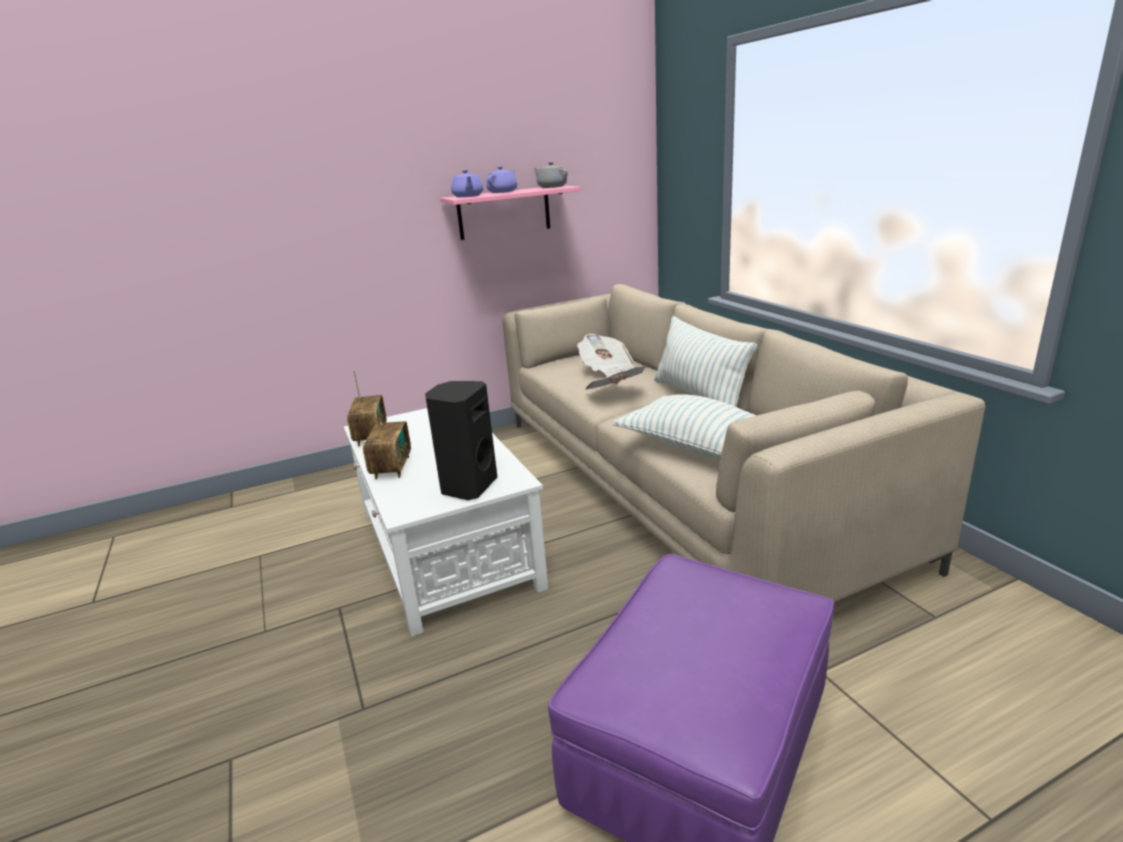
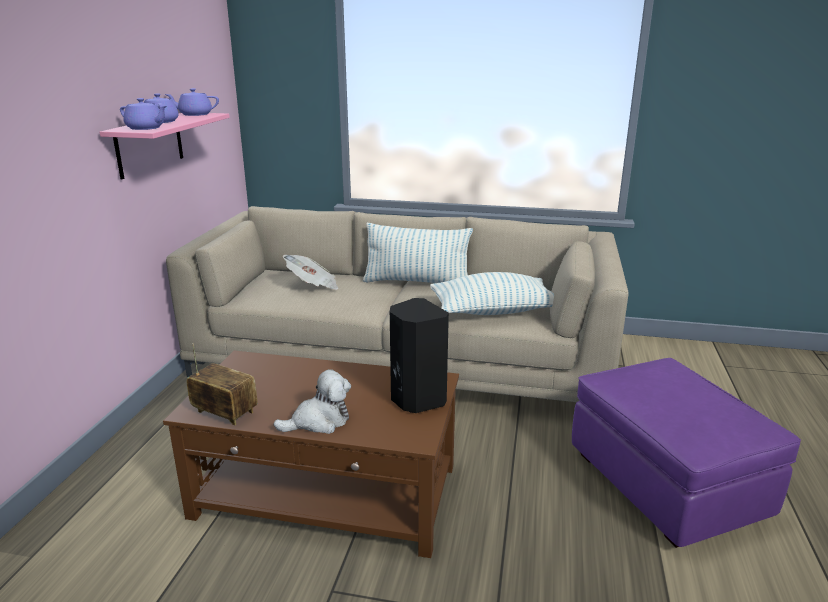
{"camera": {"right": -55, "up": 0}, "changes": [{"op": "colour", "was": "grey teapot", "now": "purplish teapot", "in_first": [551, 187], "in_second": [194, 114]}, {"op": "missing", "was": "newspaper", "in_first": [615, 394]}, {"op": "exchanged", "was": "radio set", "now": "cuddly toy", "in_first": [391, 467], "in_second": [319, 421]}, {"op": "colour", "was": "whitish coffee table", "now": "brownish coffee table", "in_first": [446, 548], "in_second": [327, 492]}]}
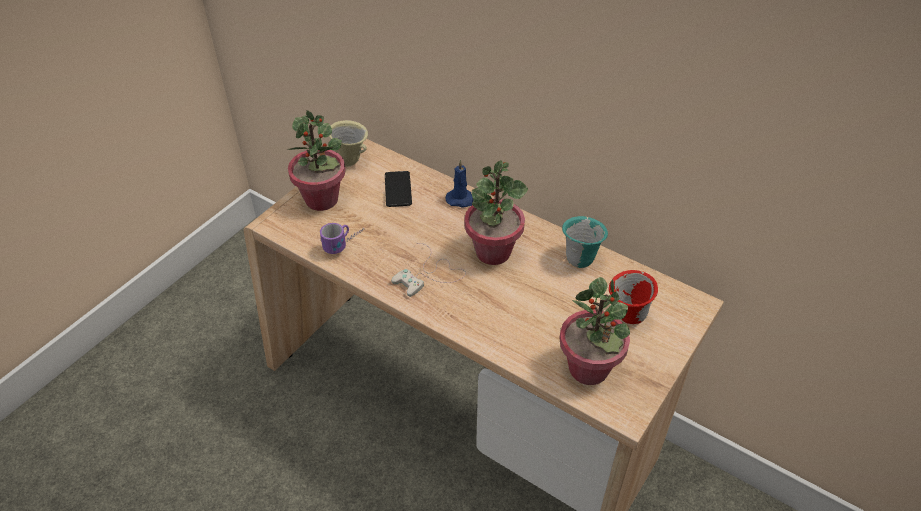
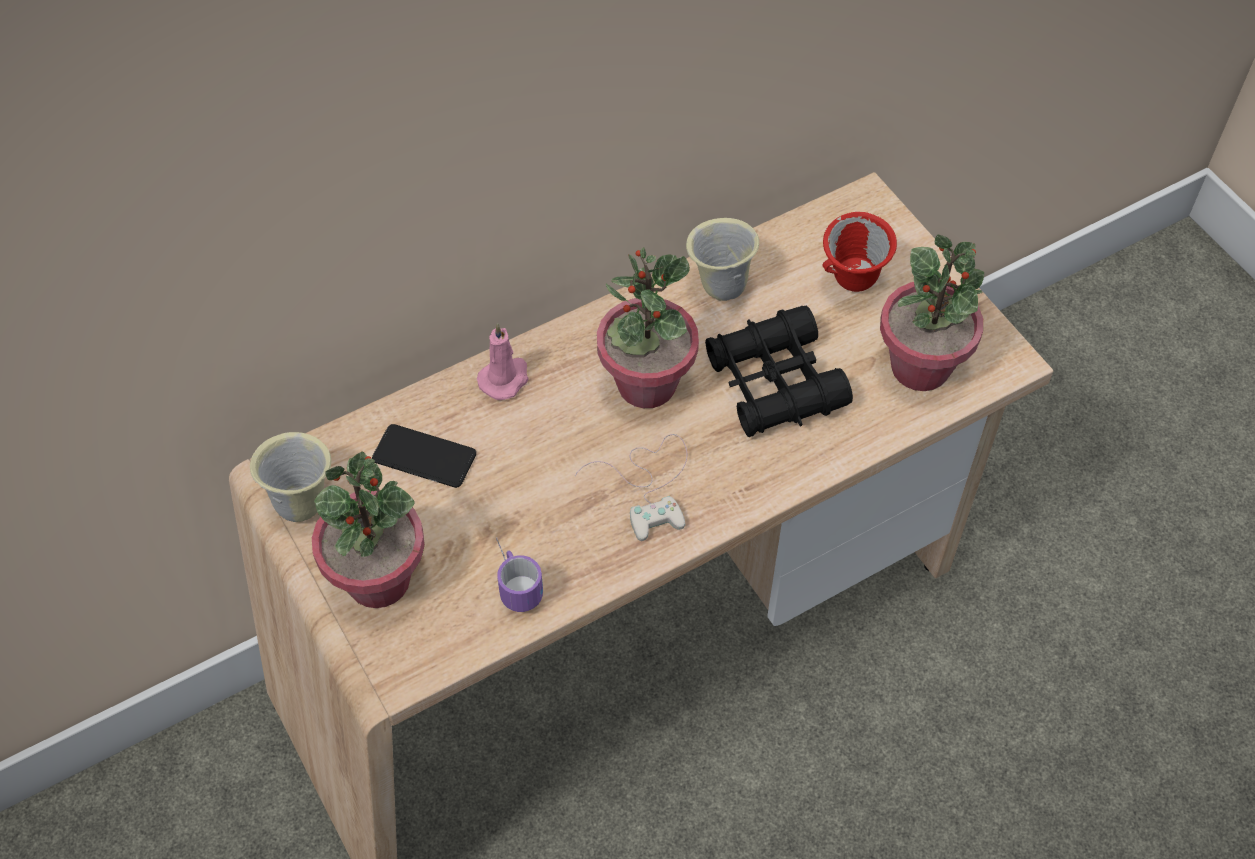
{"camera": {"right": -65, "up": 10}, "changes": [{"op": "colour", "was": "blue wax light", "now": "pinkish wax light", "in_first": [461, 200], "in_second": [505, 378]}, {"op": "colour", "was": "turquoise-coloured coffee mug", "now": "beige coffee mug", "in_first": [580, 259], "in_second": [719, 286]}, {"op": "appeared", "now": "blackish binoculars", "in_second": [775, 383]}]}
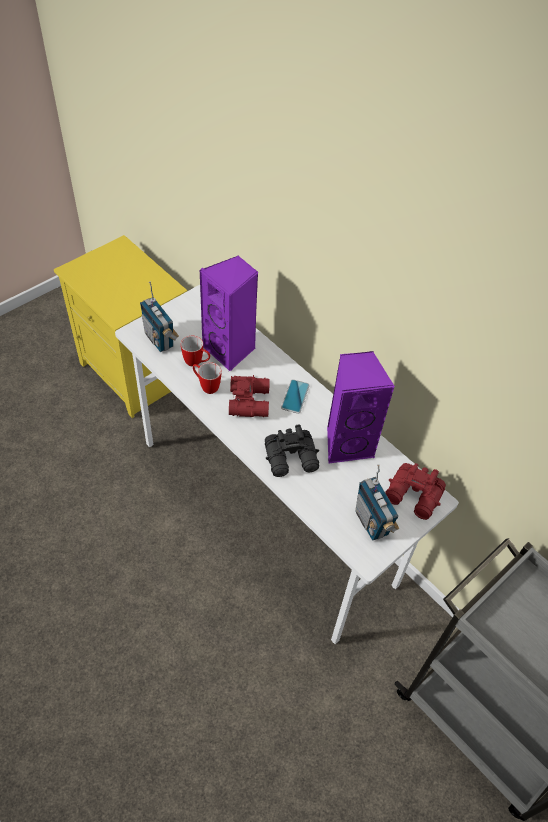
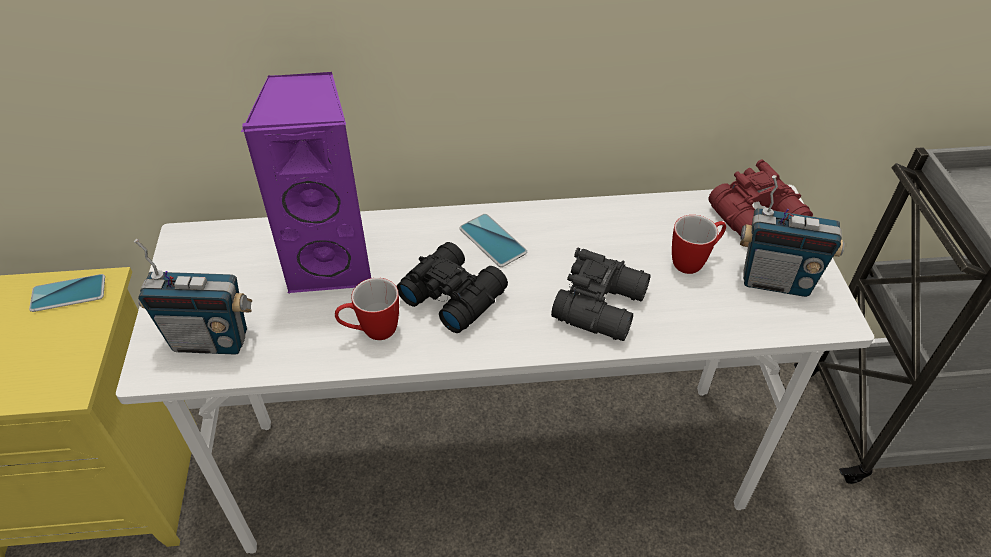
{"camera": {"right": -50, "up": -5}, "changes": [{"op": "relocated", "was": "coffee mug", "in_first": [197, 363], "in_second": [694, 261]}, {"op": "missing", "was": "purplish loudspeaker", "in_first": [347, 443]}, {"op": "colour", "was": "red binoculars", "now": "blackish binoculars", "in_first": [250, 401], "in_second": [453, 294]}, {"op": "appeared", "now": "telephone", "in_second": [68, 293]}]}
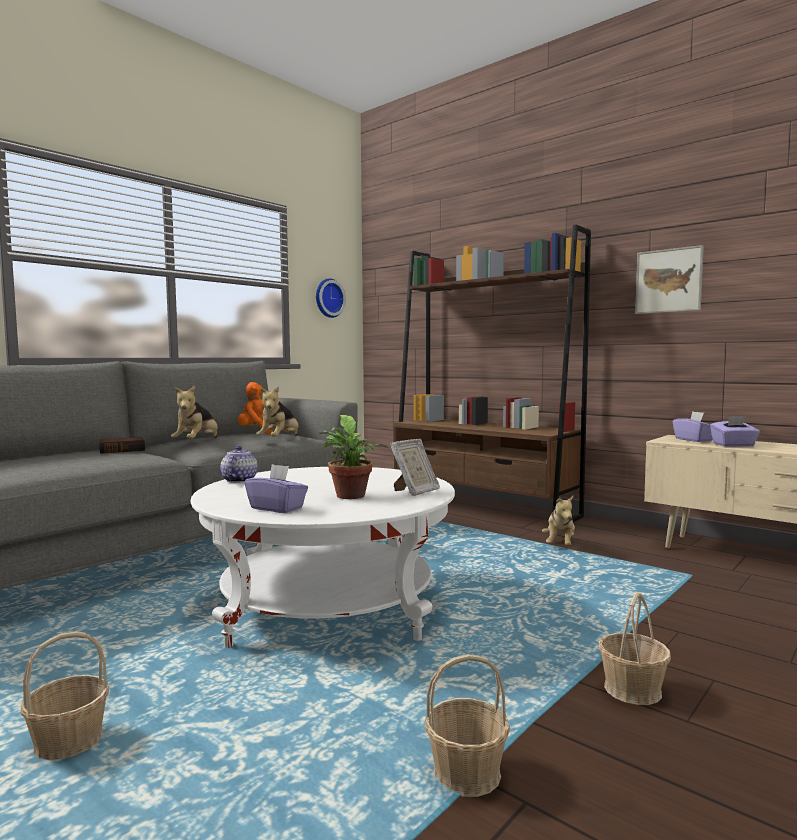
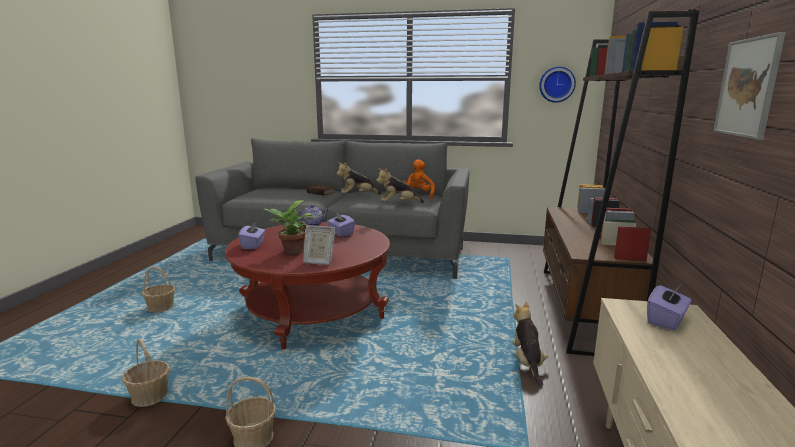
{"camera": {"right": 60, "up": 10}, "changes": [{"op": "relocated", "was": "purplish tissue holder", "in_first": [734, 445], "in_second": [341, 233]}, {"op": "colour", "was": "whitish coffee table", "now": "red coffee table", "in_first": [328, 606], "in_second": [313, 312]}, {"op": "spun", "was": "cuddly toy", "in_first": [560, 545], "in_second": [527, 363], "clockwise": 105}]}
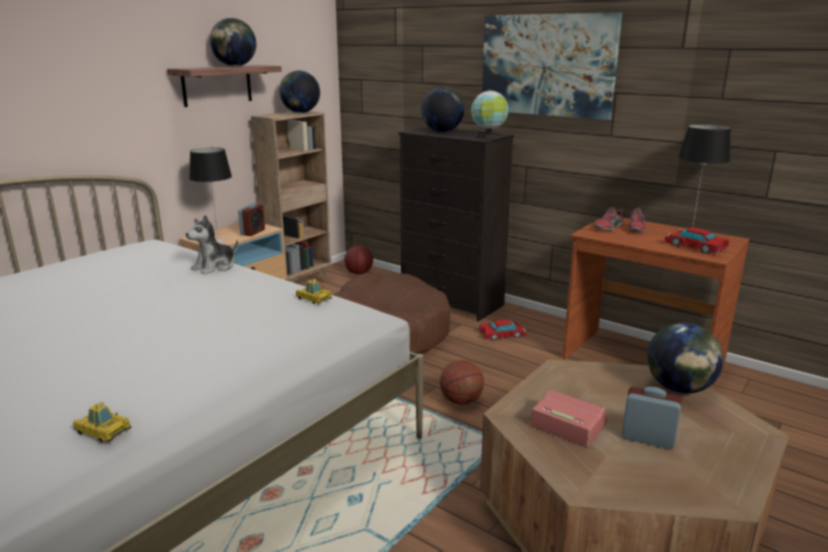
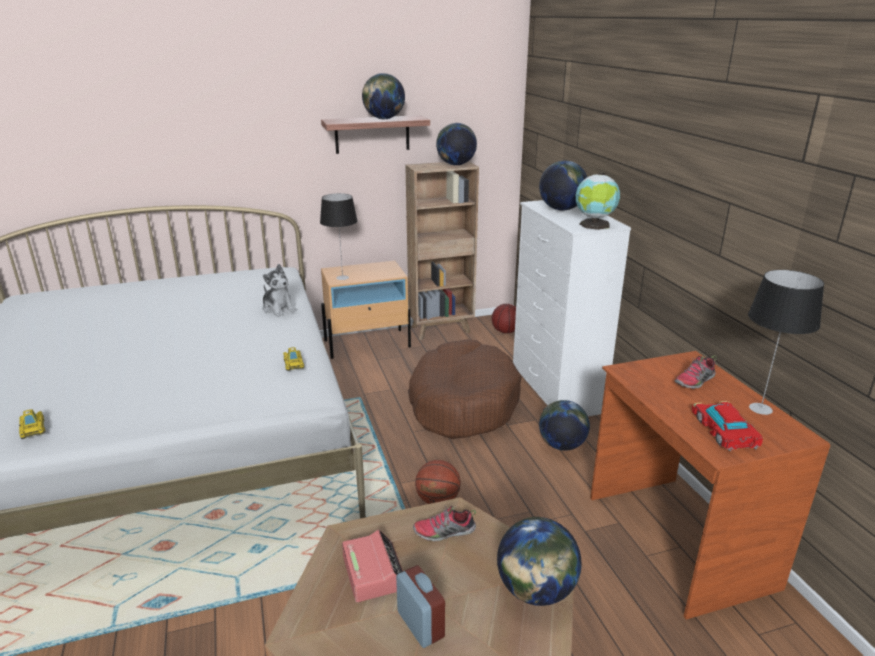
{"camera": {"right": 35, "up": 5}, "changes": [{"op": "missing", "was": "picture", "in_first": [547, 65]}, {"op": "colour", "was": "blackish chest of drawers", "now": "whitish chest of drawers", "in_first": [452, 302], "in_second": [556, 391]}, {"op": "missing", "was": "alarm clock", "in_first": [252, 232]}, {"op": "relocated", "was": "low shoe", "in_first": [608, 228], "in_second": [444, 532]}, {"op": "spun", "was": "cuddly toy", "in_first": [215, 267], "in_second": [279, 309], "clockwise": -120}, {"op": "exchanged", "was": "toy car", "now": "desk globe", "in_first": [502, 334], "in_second": [562, 445]}]}
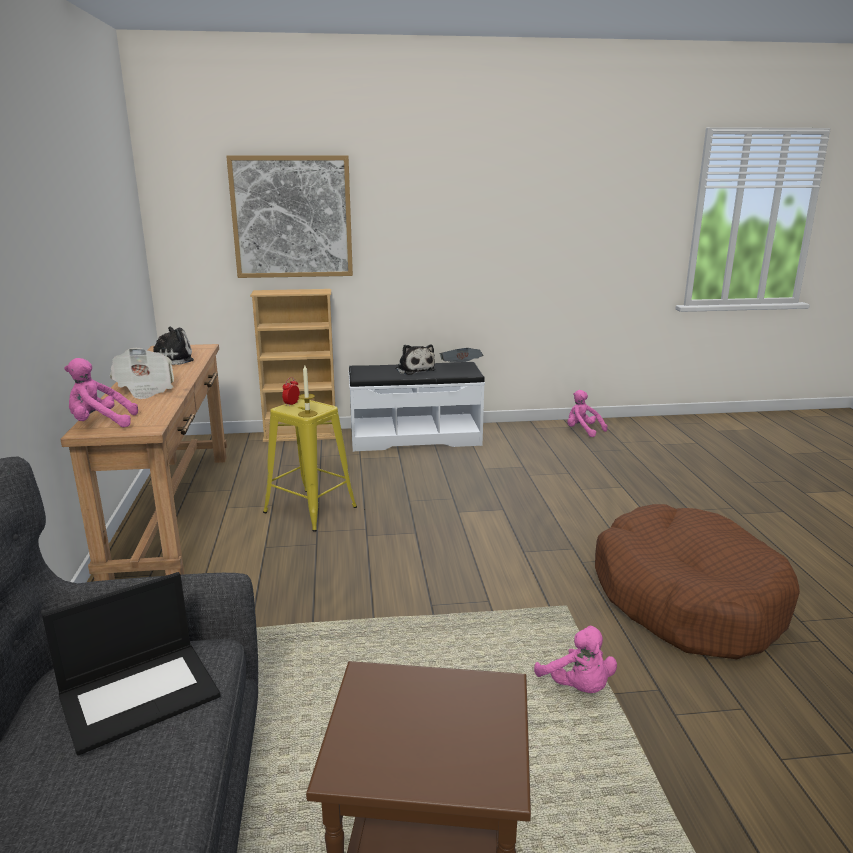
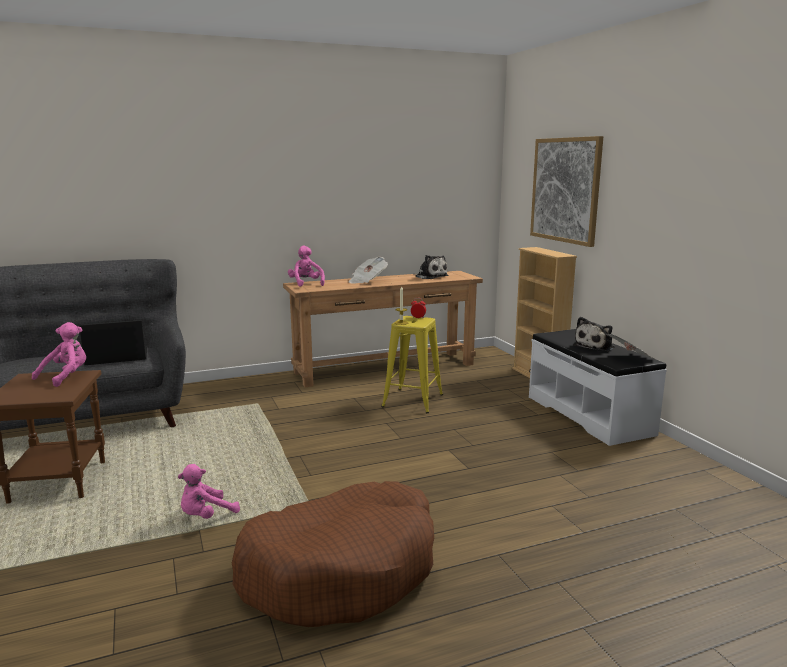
{"camera": {"right": 75, "up": -5}, "changes": [{"op": "relocated", "was": "pinkish cuddly toy", "in_first": [582, 430], "in_second": [66, 376]}, {"op": "spun", "was": "notebook computer", "in_first": [140, 694], "in_second": [116, 357], "clockwise": 120}]}
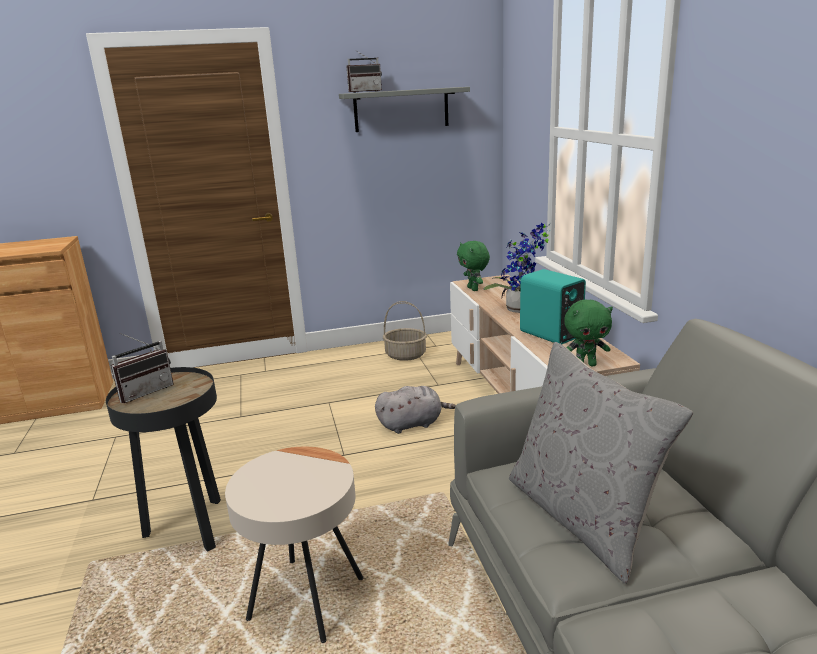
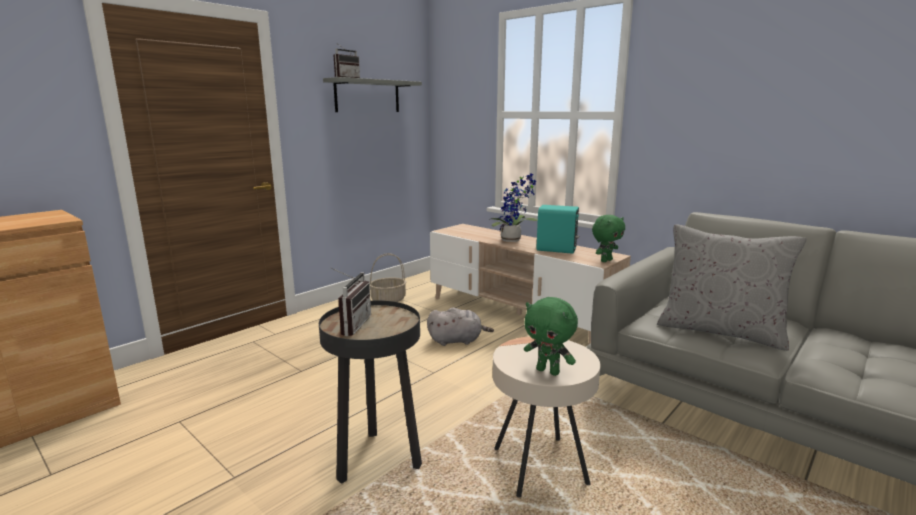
{"camera": {"right": -35, "up": -5}, "changes": [{"op": "relocated", "was": "green-coloured cuddly toy", "in_first": [473, 289], "in_second": [548, 371]}, {"op": "spun", "was": "grey cuddly toy", "in_first": [412, 424], "in_second": [457, 341], "clockwise": 45}]}
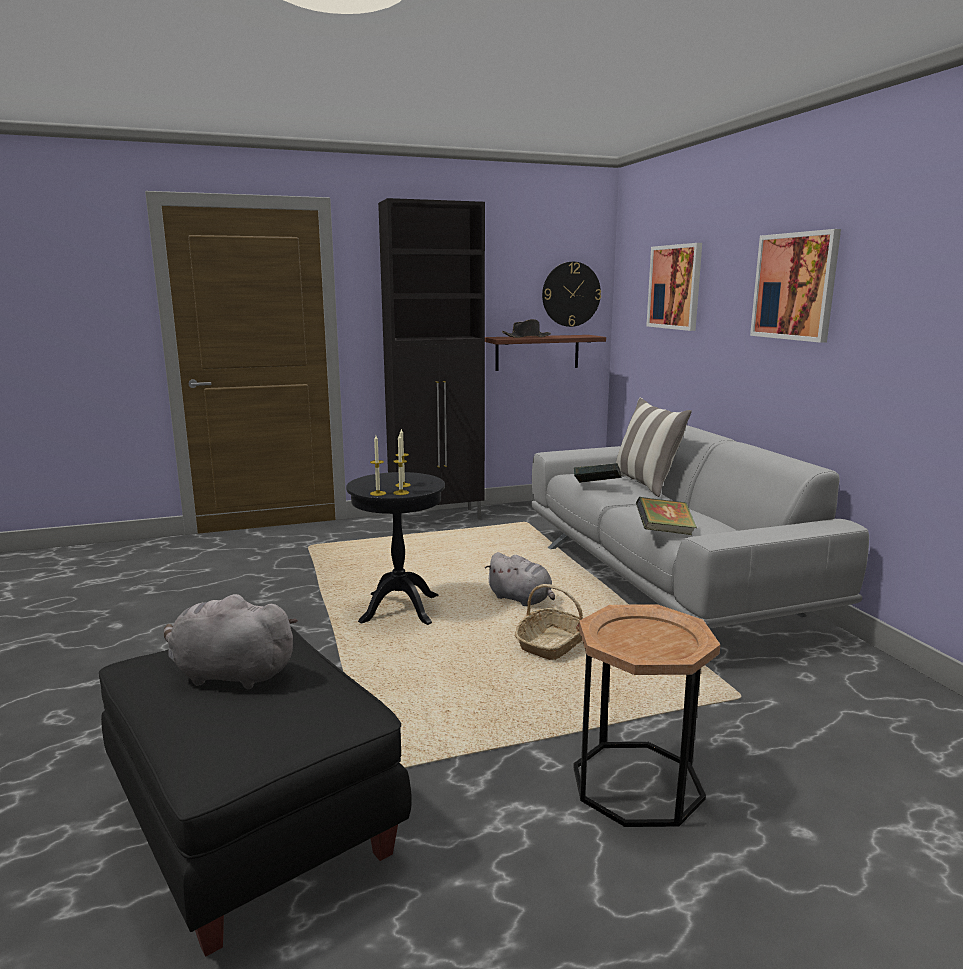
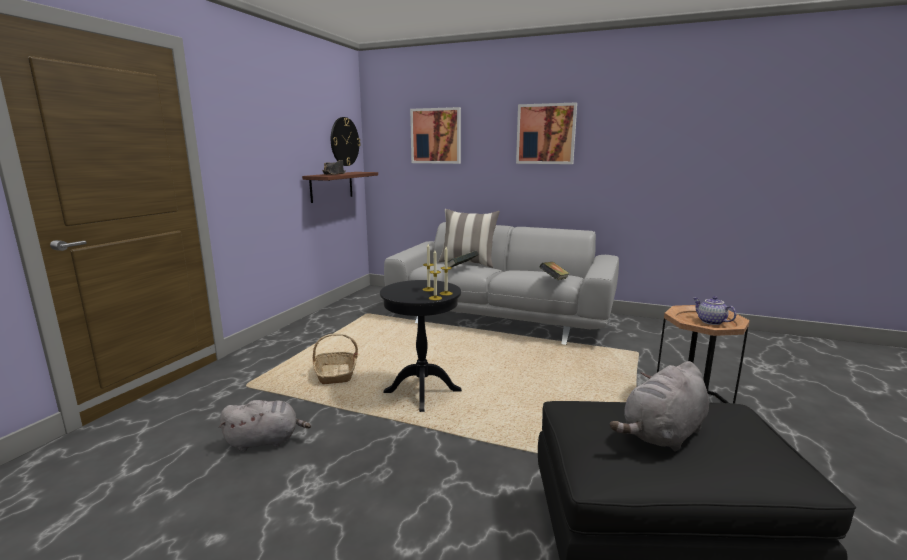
{"camera": {"right": -50, "up": 0}, "changes": [{"op": "missing", "was": "blackish cabinet", "in_first": [438, 518]}, {"op": "relocated", "was": "grey cuddly toy", "in_first": [521, 599], "in_second": [266, 441]}, {"op": "relocated", "was": "household basket", "in_first": [552, 644], "in_second": [335, 374]}, {"op": "appeared", "now": "teapot", "in_second": [710, 322]}]}
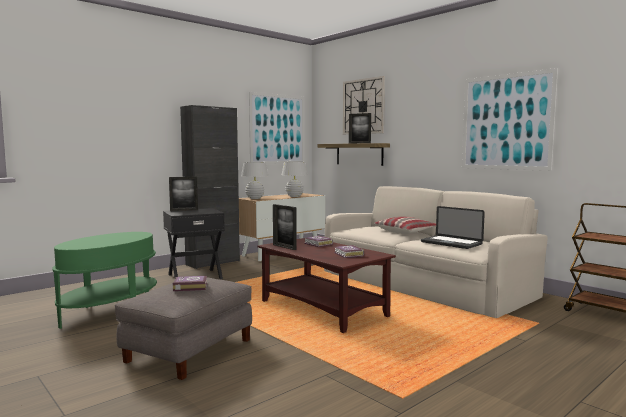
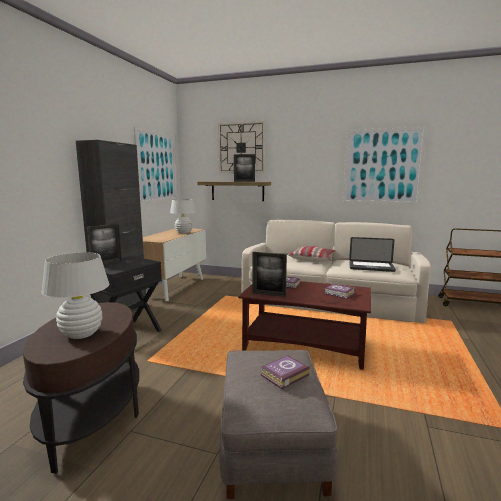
{"camera": {"right": -30, "up": 5}, "changes": [{"op": "relocated", "was": "whitish tabletop lamp", "in_first": [255, 198], "in_second": [81, 334]}, {"op": "colour", "was": "green-coloured side table", "now": "brownish side table", "in_first": [110, 312], "in_second": [93, 417]}]}
